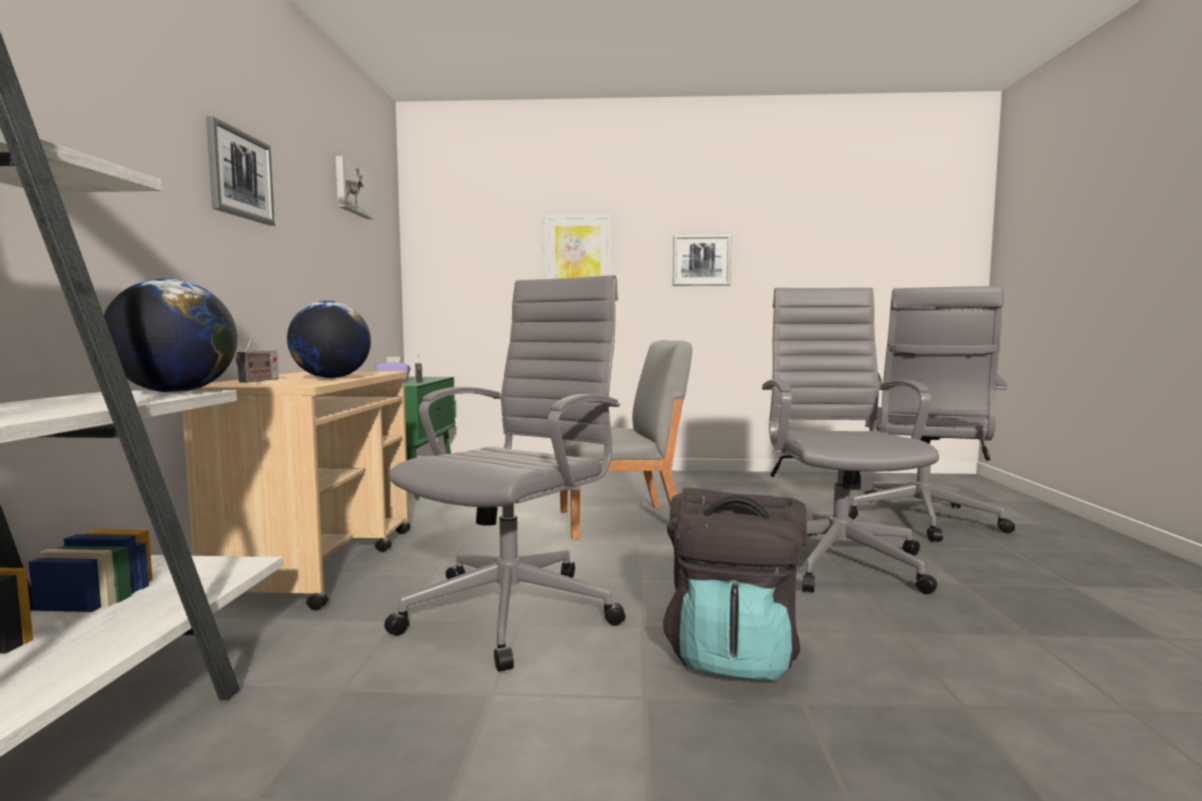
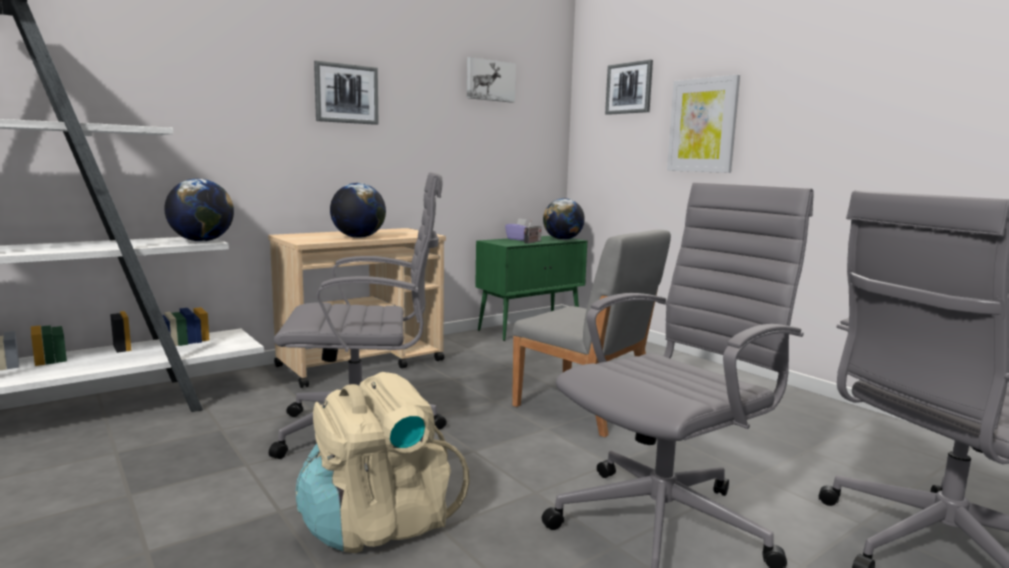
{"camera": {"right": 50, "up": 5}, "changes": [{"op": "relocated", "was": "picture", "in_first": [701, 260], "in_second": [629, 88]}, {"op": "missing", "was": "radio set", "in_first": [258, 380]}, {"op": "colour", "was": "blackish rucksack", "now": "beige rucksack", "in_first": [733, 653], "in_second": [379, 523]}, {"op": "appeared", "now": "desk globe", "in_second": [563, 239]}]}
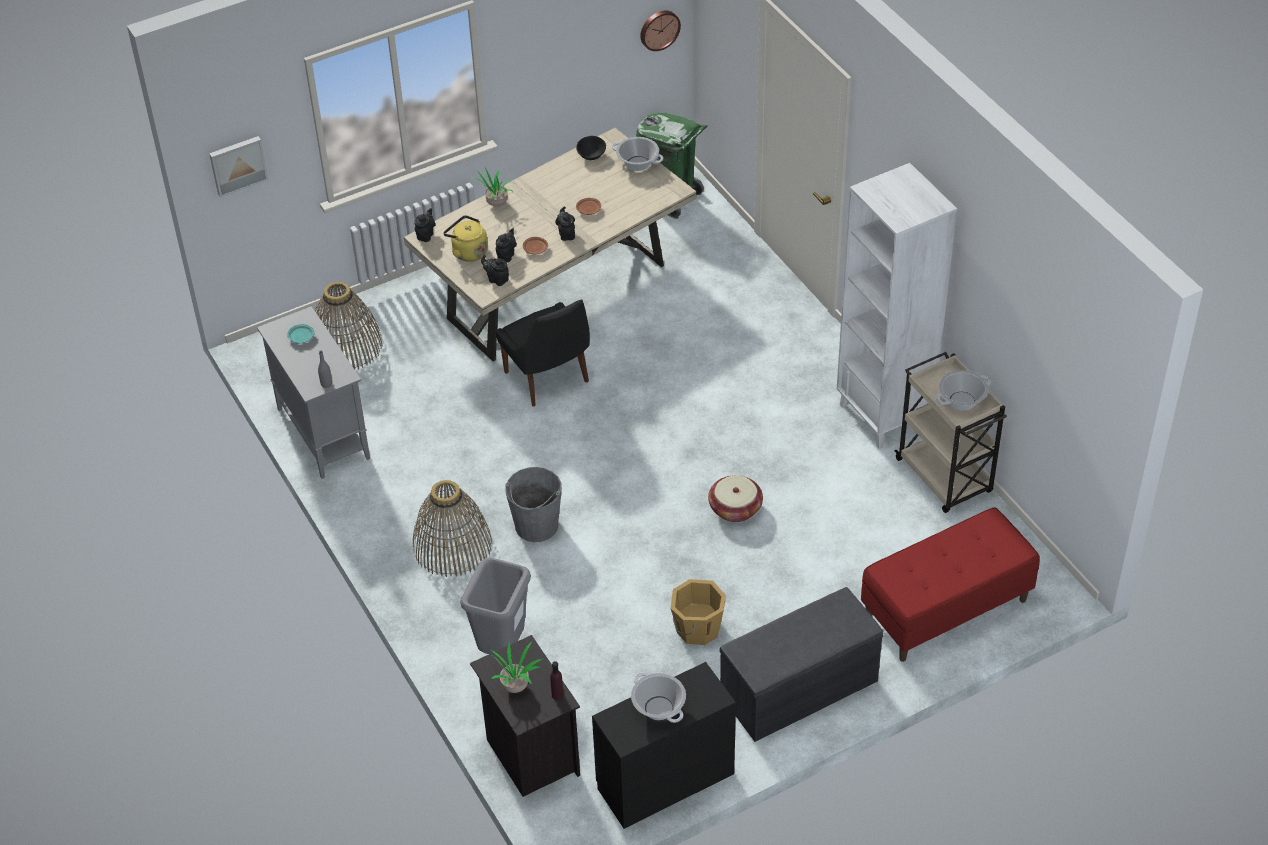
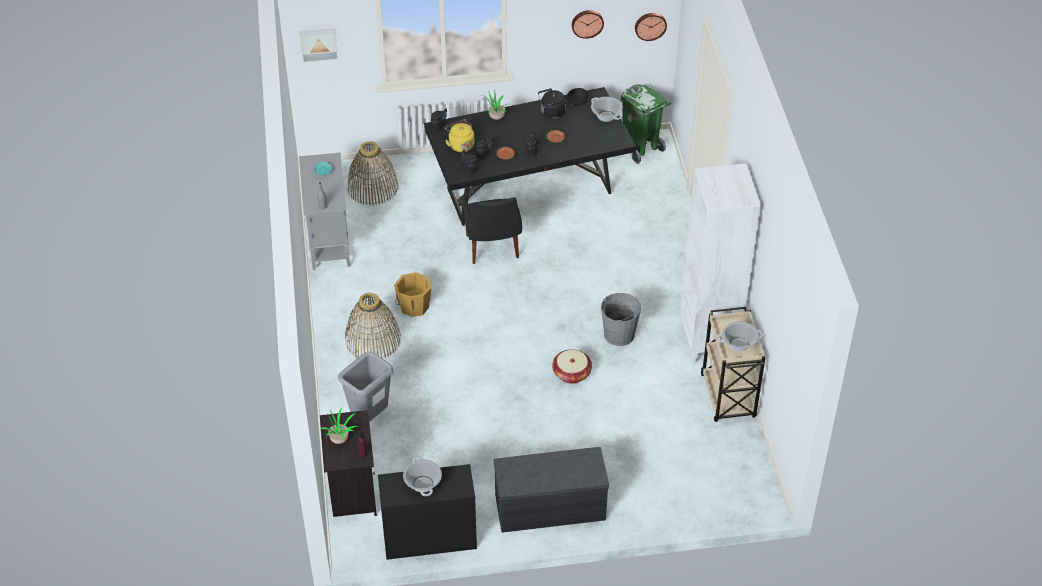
{"camera": {"right": 20, "up": 0}, "changes": [{"op": "colour", "was": "beige dinner table", "now": "blackish dinner table", "in_first": [556, 293], "in_second": [528, 192]}, {"op": "relocated", "was": "grey pail", "in_first": [536, 526], "in_second": [619, 334]}, {"op": "missing", "was": "red long seat", "in_first": [946, 609]}, {"op": "relocated", "was": "orange-coloured pail", "in_first": [697, 628], "in_second": [413, 306]}, {"op": "appeared", "now": "clock on the wall", "in_second": [587, 23]}, {"op": "appeared", "now": "blackish tea kettle", "in_second": [551, 113]}]}
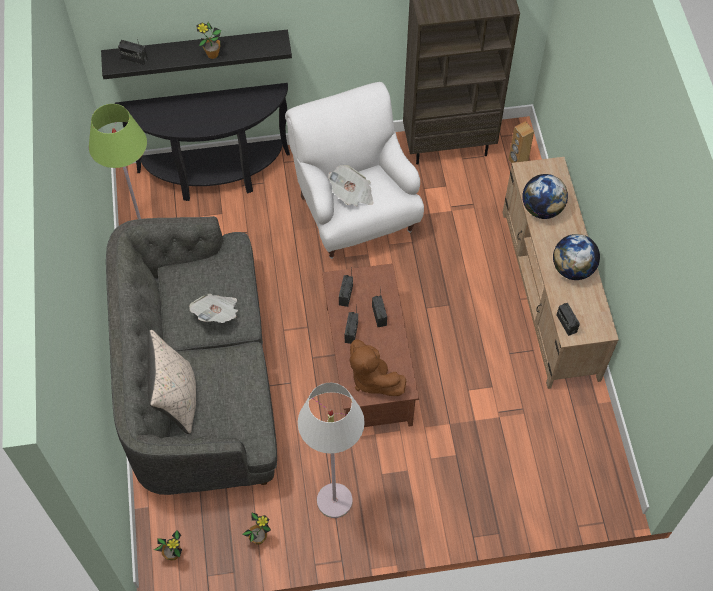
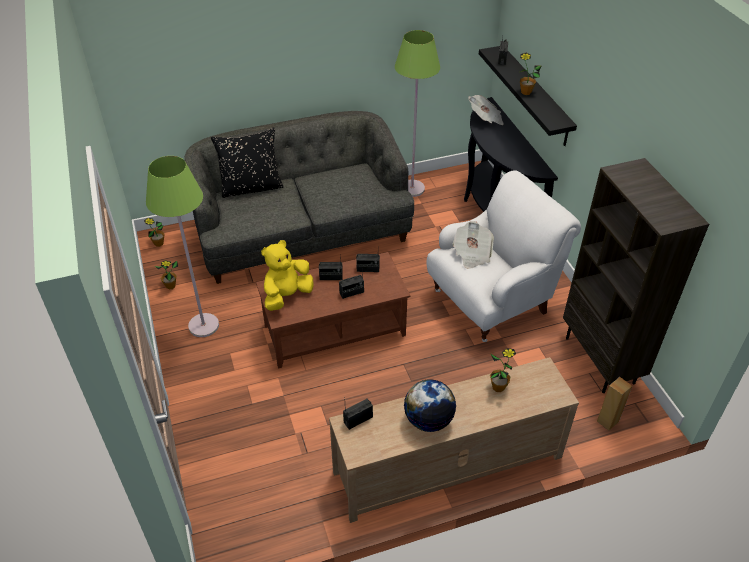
{"camera": {"right": 80, "up": -15}, "changes": [{"op": "exchanged", "was": "desk globe", "now": "potted plant", "in_first": [542, 209], "in_second": [498, 387]}, {"op": "relocated", "was": "newspaper", "in_first": [217, 314], "in_second": [485, 119]}, {"op": "colour", "was": "beige cushion", "now": "blackish cushion", "in_first": [177, 399], "in_second": [251, 187]}, {"op": "colour", "was": "brownish cuddly toy", "now": "yellow-coloured cuddly toy", "in_first": [372, 378], "in_second": [287, 296]}, {"op": "colour", "was": "whitish floor lamp", "now": "green-coloured floor lamp", "in_first": [334, 501], "in_second": [203, 326]}]}
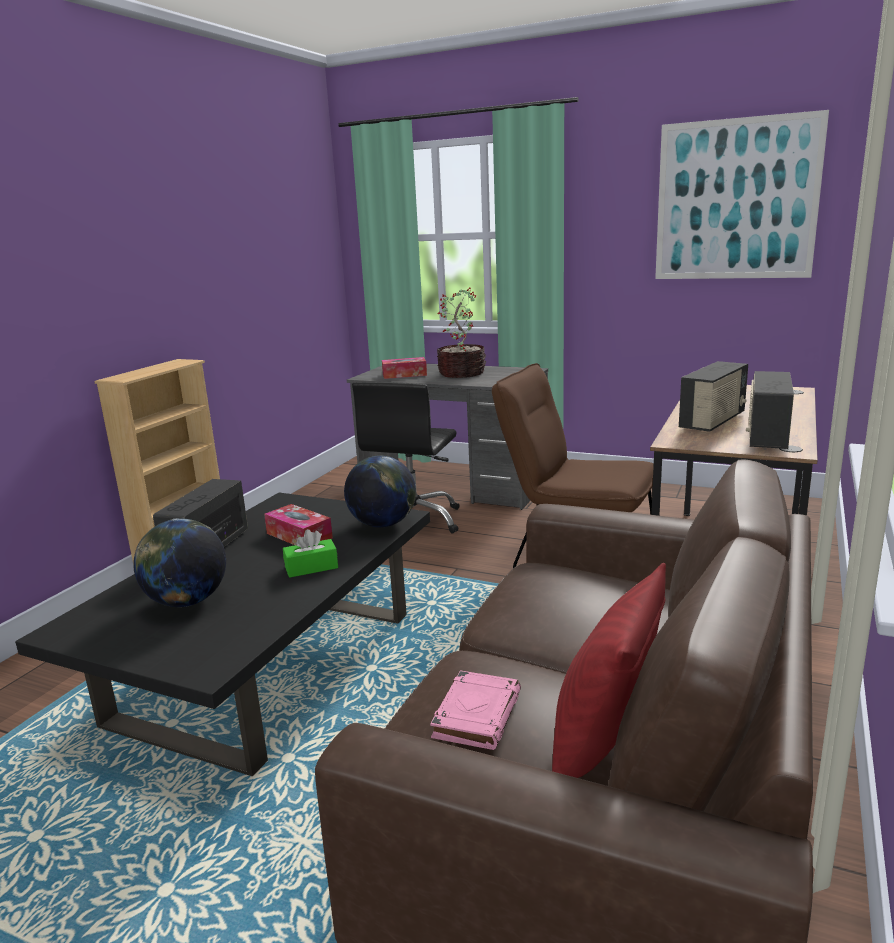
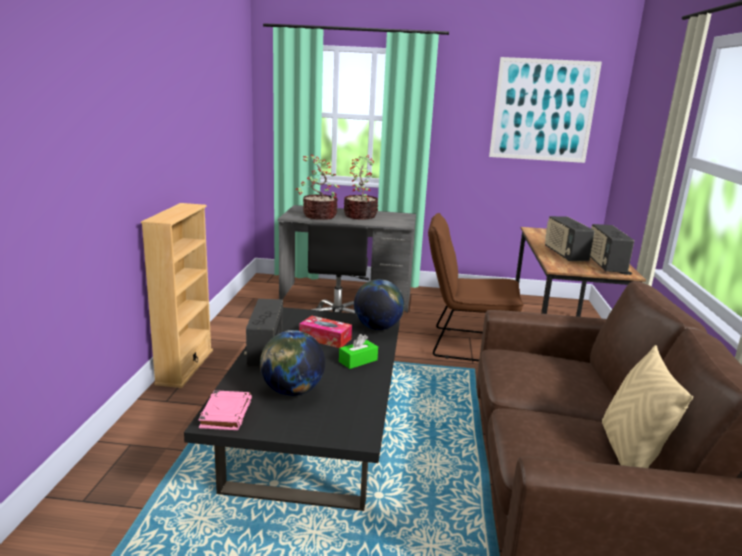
{"camera": {"right": -20, "up": 0}, "changes": [{"op": "exchanged", "was": "tissue holder", "now": "potted plant", "in_first": [404, 375], "in_second": [318, 216]}, {"op": "spun", "was": "radio set", "in_first": [713, 422], "in_second": [564, 254], "clockwise": 150}, {"op": "colour", "was": "red cushion", "now": "beige cushion", "in_first": [604, 743], "in_second": [629, 453]}, {"op": "relocated", "was": "pinkish book", "in_first": [477, 714], "in_second": [226, 413]}]}
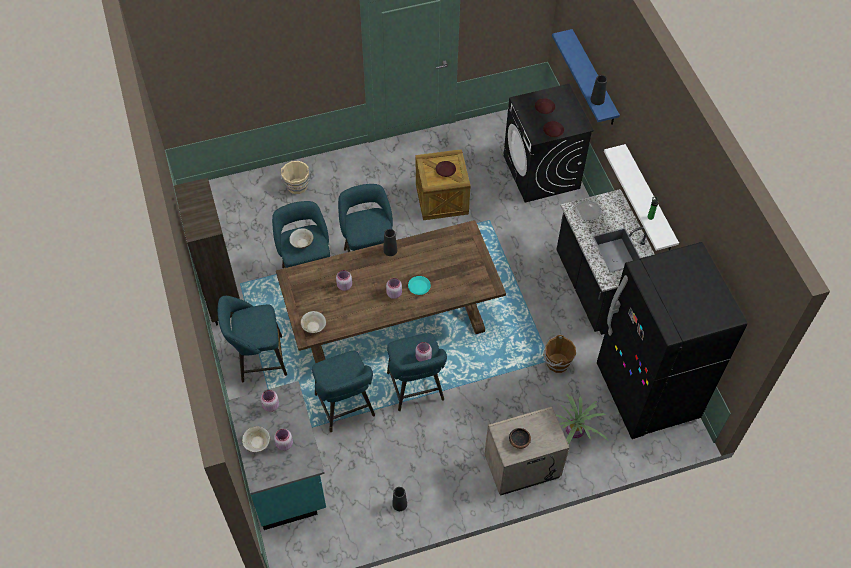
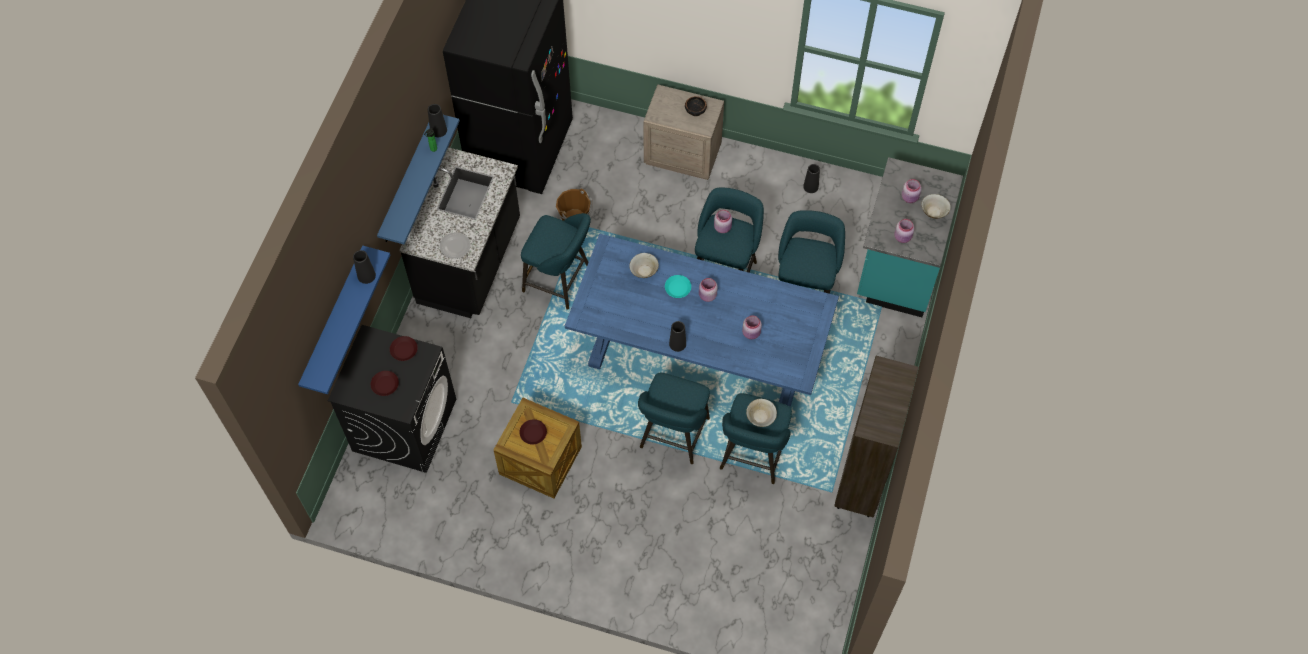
{"camera": {"right": -145, "up": 5}, "changes": [{"op": "colour", "was": "whitish shelf", "now": "blue shelf", "in_first": [649, 199], "in_second": [407, 180]}, {"op": "missing", "was": "beige pail", "in_first": [297, 186]}, {"op": "colour", "was": "brownish dinner table", "now": "blue dinner table", "in_first": [392, 320], "in_second": [699, 353]}, {"op": "relocated", "was": "turquoise-coloured stool", "in_first": [258, 359], "in_second": [560, 281]}, {"op": "relocated", "was": "beige bowl", "in_first": [314, 327], "in_second": [644, 270]}, {"op": "missing", "was": "potted plant", "in_first": [575, 433]}, {"op": "appeared", "now": "blackish vase", "in_second": [438, 130]}]}
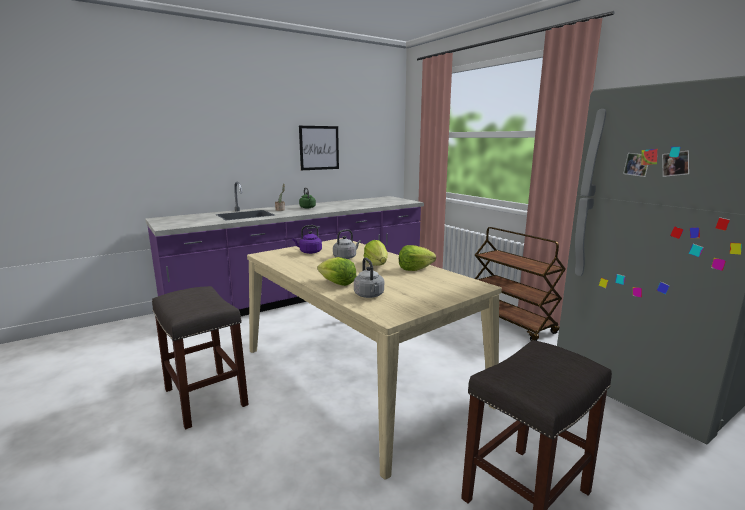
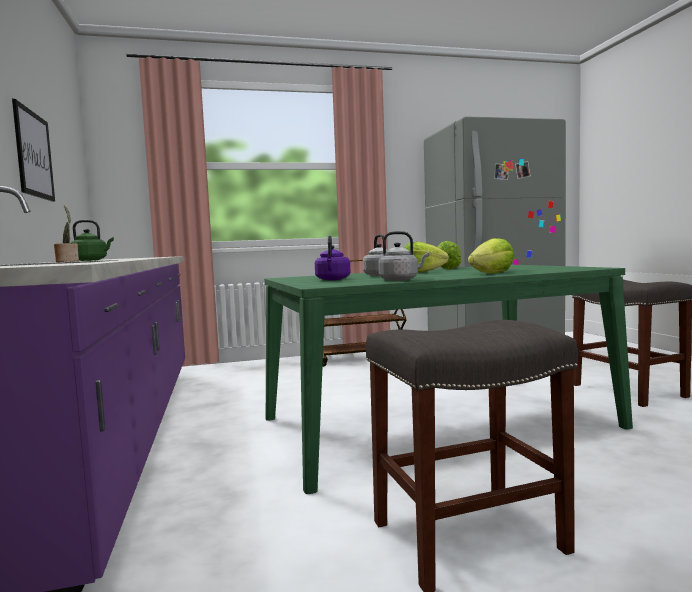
{"camera": {"right": -70, "up": -10}, "changes": [{"op": "colour", "was": "beige dinner table", "now": "green-coloured dinner table", "in_first": [359, 375], "in_second": [436, 422]}, {"op": "relocated", "was": "grey tea kettle", "in_first": [369, 295], "in_second": [401, 280]}]}
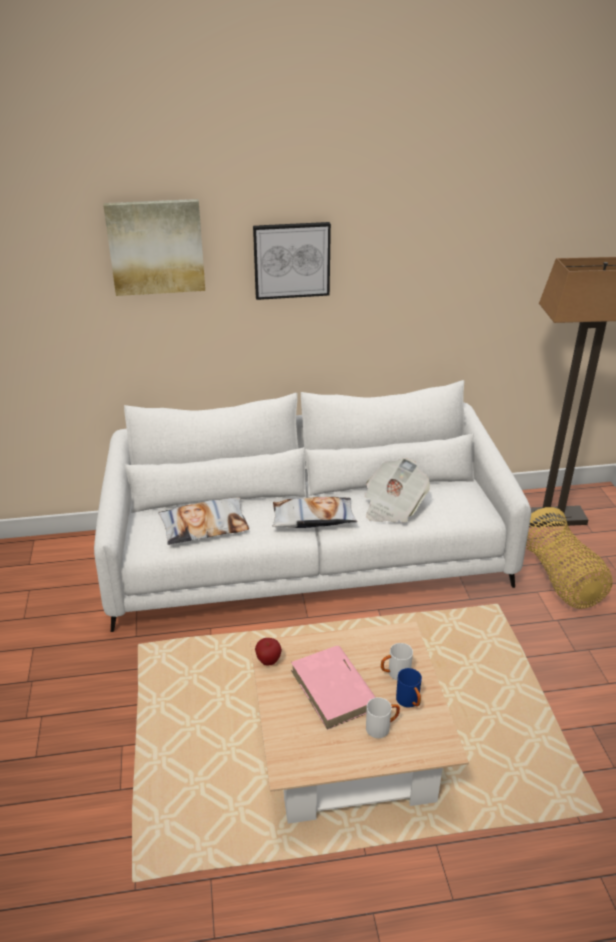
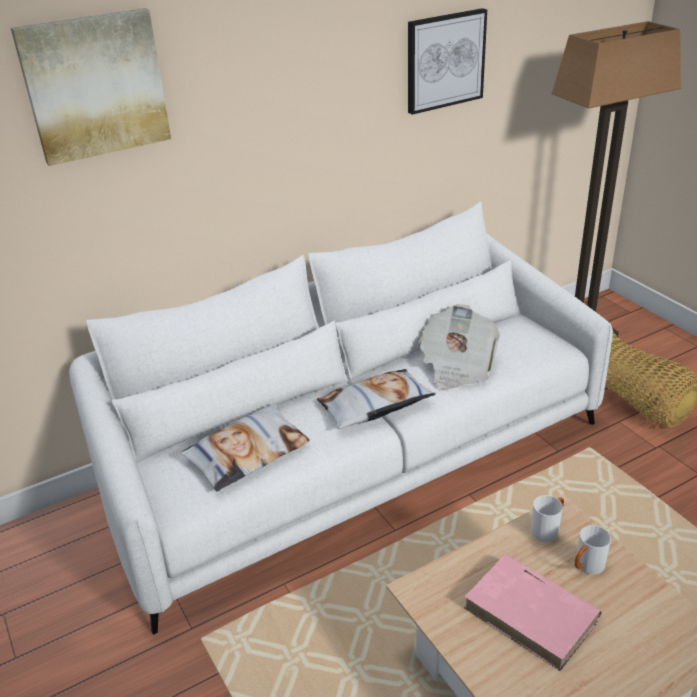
{"camera": {"right": -20, "up": 0}, "changes": [{"op": "relocated", "was": "picture", "in_first": [291, 260], "in_second": [444, 60]}, {"op": "missing", "was": "apple fruit", "in_first": [268, 661]}, {"op": "missing", "was": "blue coffee mug", "in_first": [410, 702]}, {"op": "relocated", "was": "whitish coffee mug", "in_first": [382, 727], "in_second": [547, 529]}]}
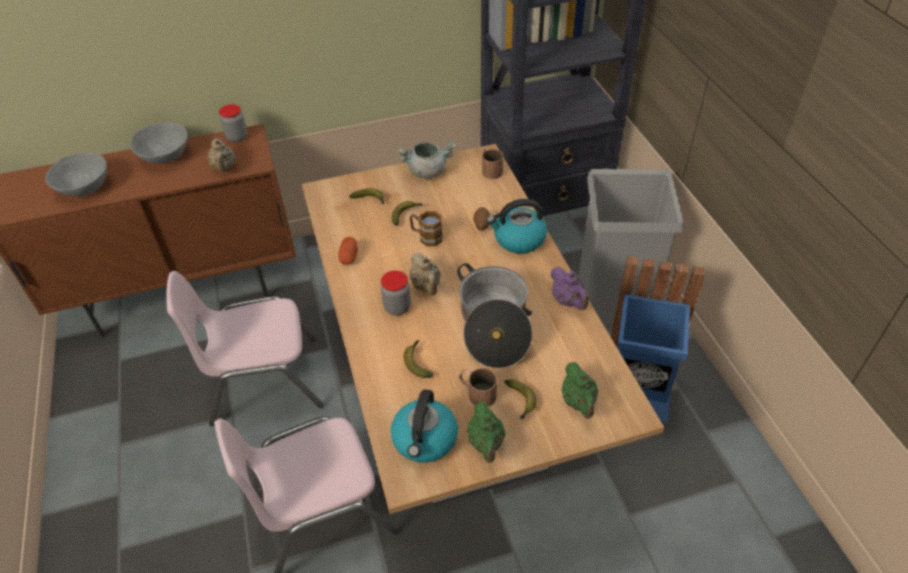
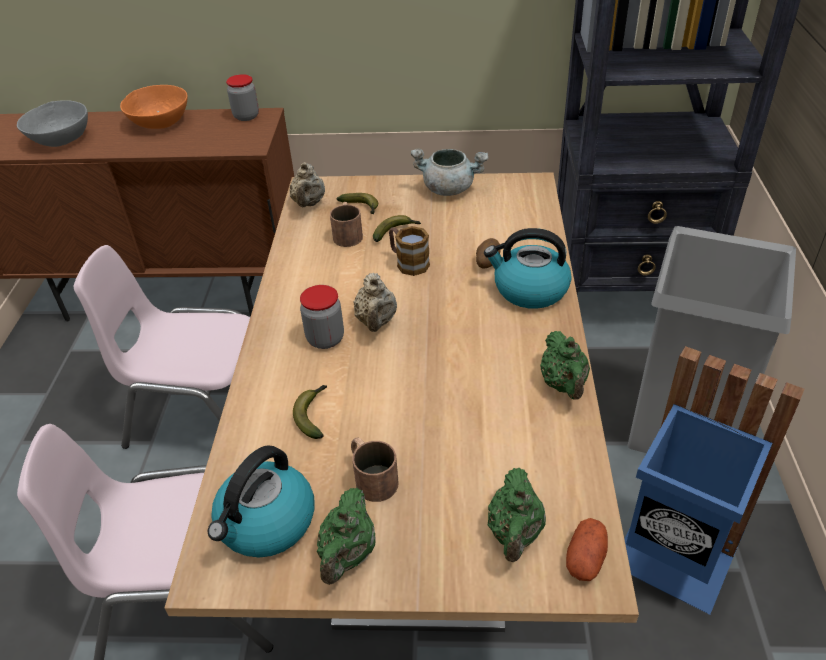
{"camera": {"right": 20, "up": -5}, "changes": [{"op": "colour", "was": "grey bowl", "now": "orange-coloured bowl", "in_first": [165, 156], "in_second": [160, 123]}, {"op": "relocated", "was": "beige teapot", "in_first": [224, 168], "in_second": [309, 203]}, {"op": "relocated", "was": "brownish coffee mug", "in_first": [490, 169], "in_second": [347, 233]}, {"op": "relocated", "was": "spud", "in_first": [349, 257], "in_second": [585, 559]}, {"op": "missing", "was": "saucepot", "in_first": [494, 326]}, {"op": "colour", "was": "purplish teapot", "now": "green-coloured teapot", "in_first": [568, 301], "in_second": [564, 385]}, {"op": "missing", "was": "whole banana", "in_first": [521, 402]}]}
